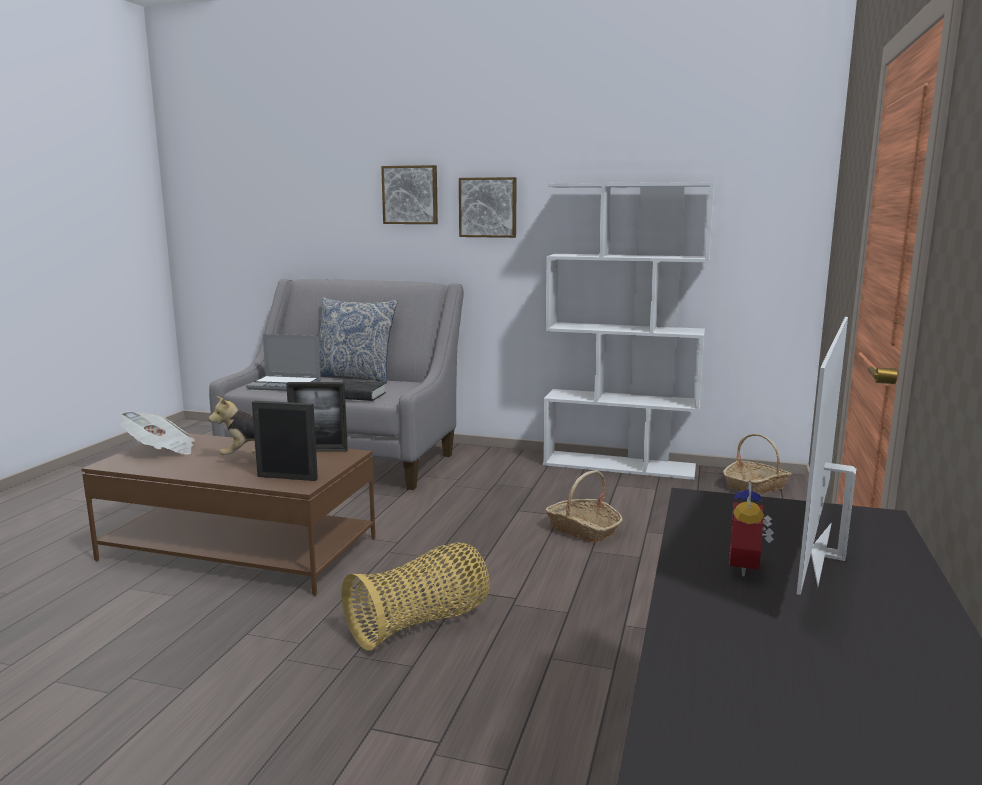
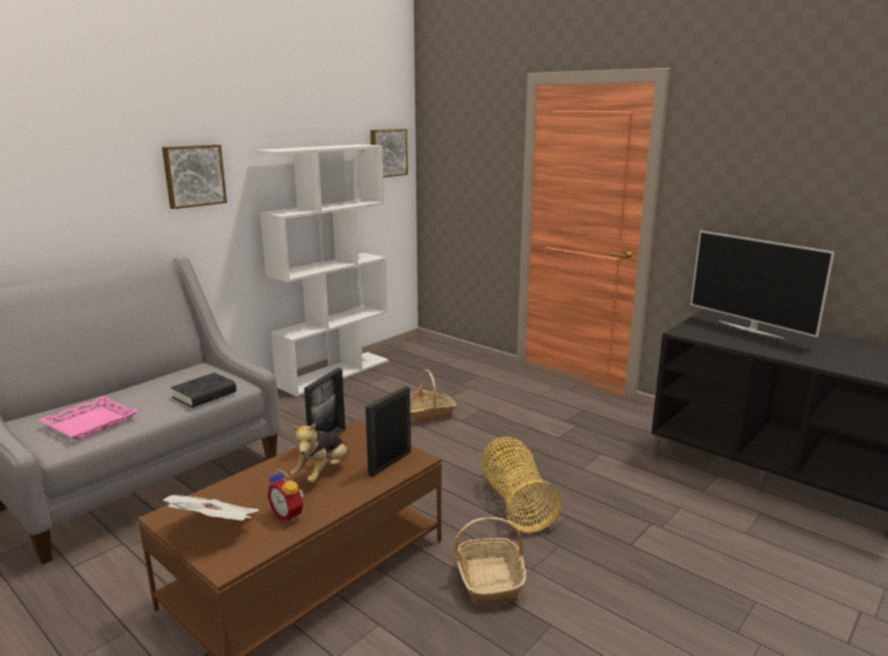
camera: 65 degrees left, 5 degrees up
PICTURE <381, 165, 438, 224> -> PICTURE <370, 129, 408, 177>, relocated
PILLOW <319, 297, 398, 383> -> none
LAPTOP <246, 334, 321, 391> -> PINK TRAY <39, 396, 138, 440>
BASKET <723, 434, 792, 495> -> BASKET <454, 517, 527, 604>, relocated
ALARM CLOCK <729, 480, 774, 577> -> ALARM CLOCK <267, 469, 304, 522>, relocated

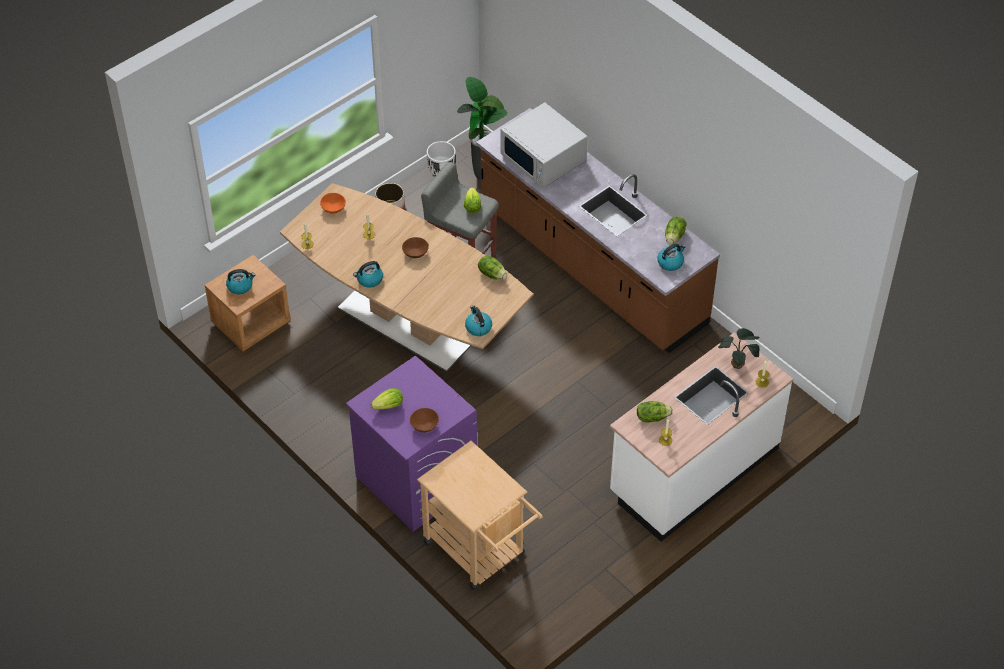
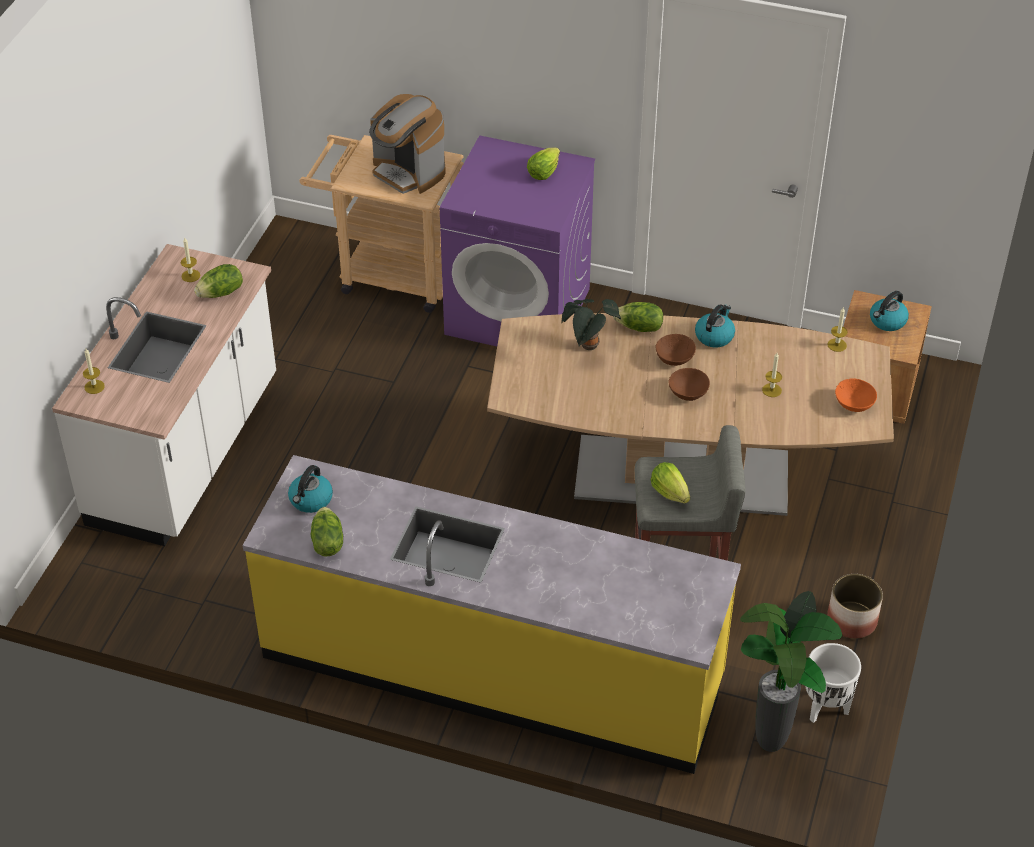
camera: 150 degrees right, 5 degrees down
WHITE MICROWAVE <501, 102, 588, 188> -> none
BROWN COUNTER <476, 108, 720, 353> -> YELLOW COUNTER <242, 455, 741, 774>
LETTUCE <478, 256, 507, 280> -> LETTUCE <613, 302, 663, 332>, relocated
KETTLE <465, 305, 492, 336> -> none
POTTED PLANT <718, 328, 759, 369> -> POTTED PLANT <561, 299, 621, 350>, relocated
BROWN BOWL <410, 408, 439, 433> -> BROWN BOWL <656, 334, 696, 366>, relocated
none -> COFFEE MACHINE <369, 94, 446, 194>

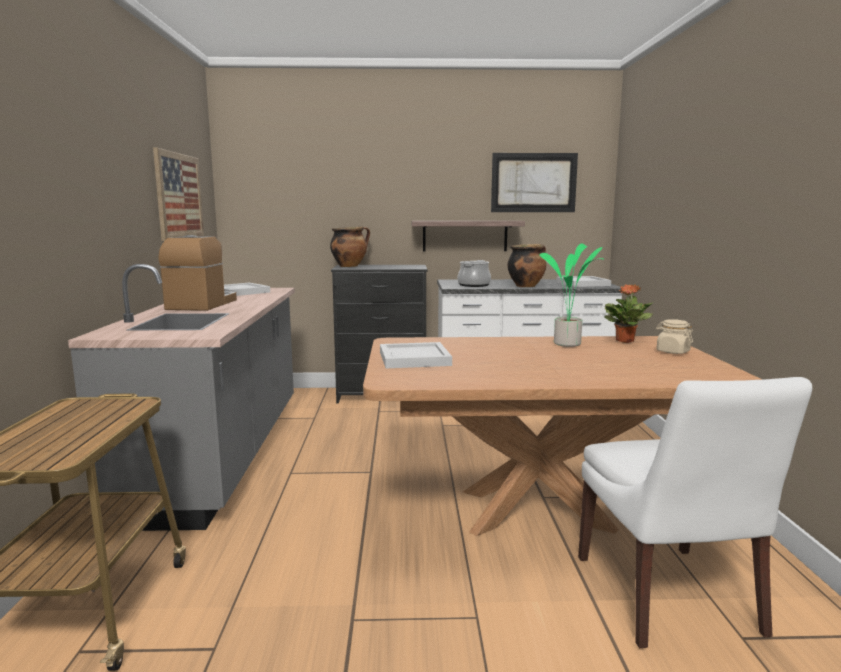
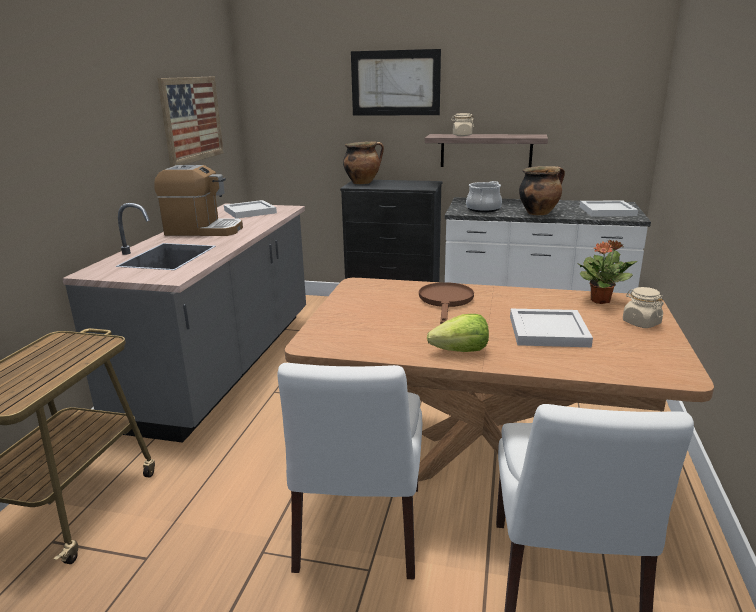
camera: 15 degrees right, 10 degrees up
PICTURE <491, 153, 578, 212> -> PICTURE <351, 49, 441, 116>, relocated
COFFEE MACHINE <159, 235, 237, 311> -> COFFEE MACHINE <154, 165, 243, 236>, 75 degrees clockwise
POTTED PLANT <539, 243, 604, 347> -> none
WHITE TRAY <380, 342, 452, 368> -> WHITE TRAY <510, 309, 593, 347>, relocated
none -> BEIGE JAR <451, 113, 474, 136>
none -> BROWN FRYING PAN <419, 282, 474, 324>
none -> LETTUCE <427, 314, 489, 352>
none -> WHITE CHAIR <278, 363, 422, 580>

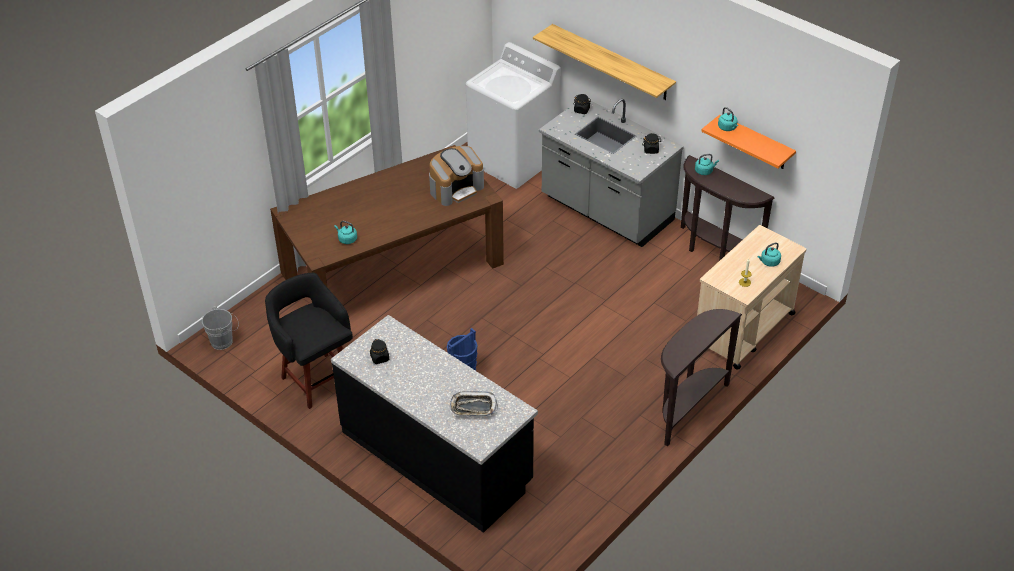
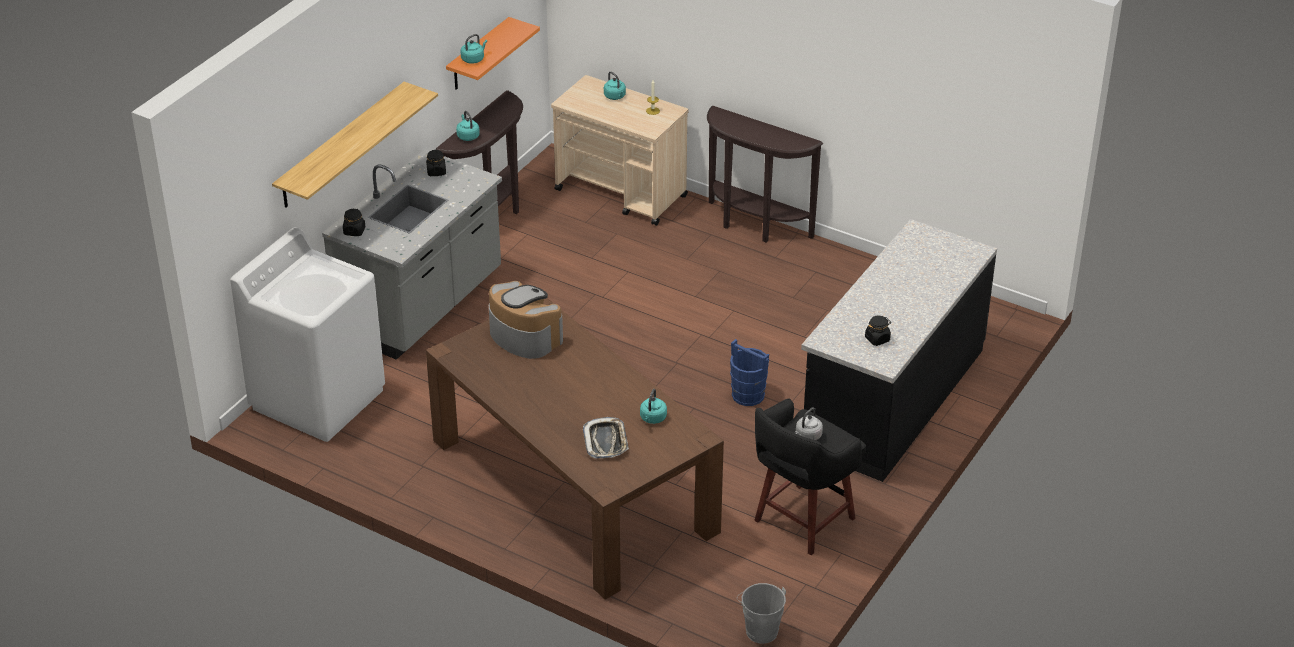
camera: 100 degrees left, 5 degrees down
TRAY <450, 391, 498, 416> -> TRAY <583, 417, 629, 458>, relocated
none -> GREY KETTLE <794, 407, 823, 441>

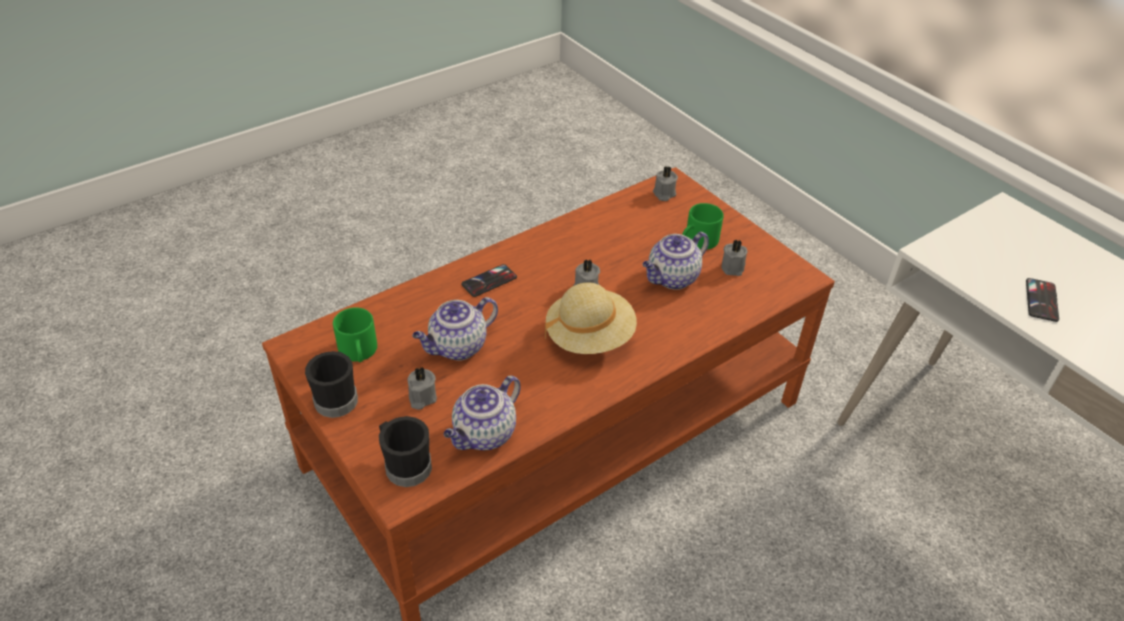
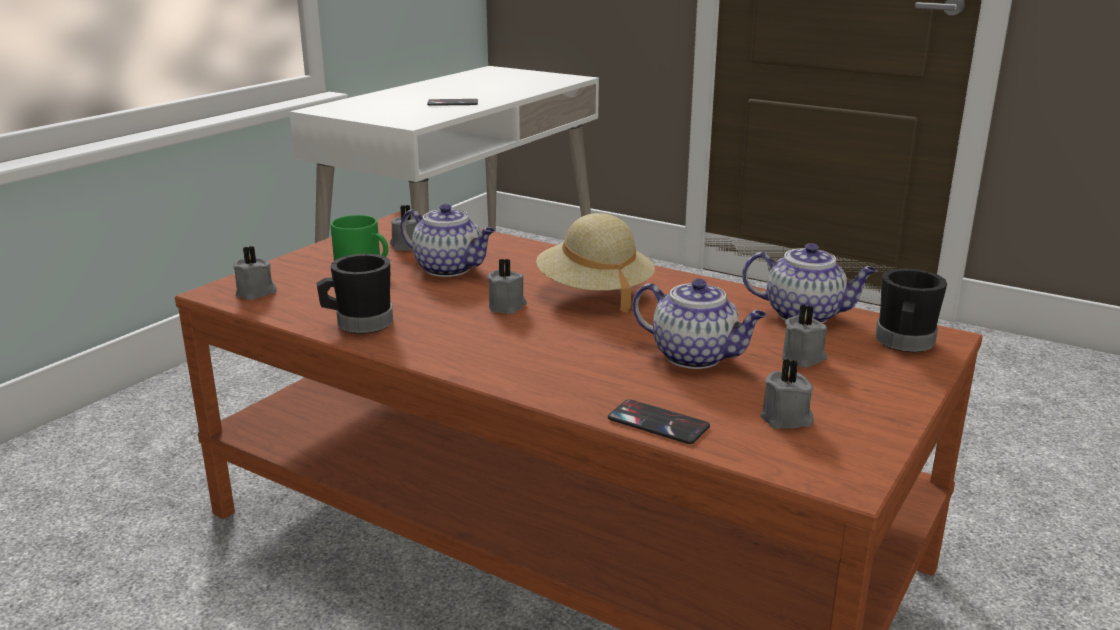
camera: 110 degrees left, 20 degrees down
PHONE <461, 264, 517, 297> -> PHONE <608, 399, 710, 444>, relocated
GREEN MUG <333, 307, 377, 362> -> GREY CANDLE <760, 359, 814, 429>
BLACK MUG <305, 351, 358, 418> -> BLACK MUG <316, 254, 393, 334>, relocated

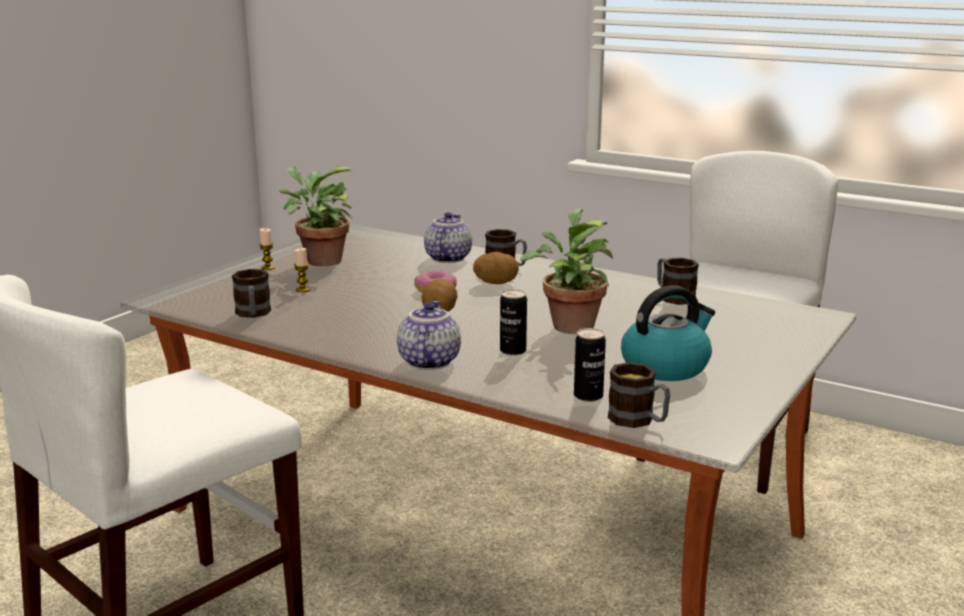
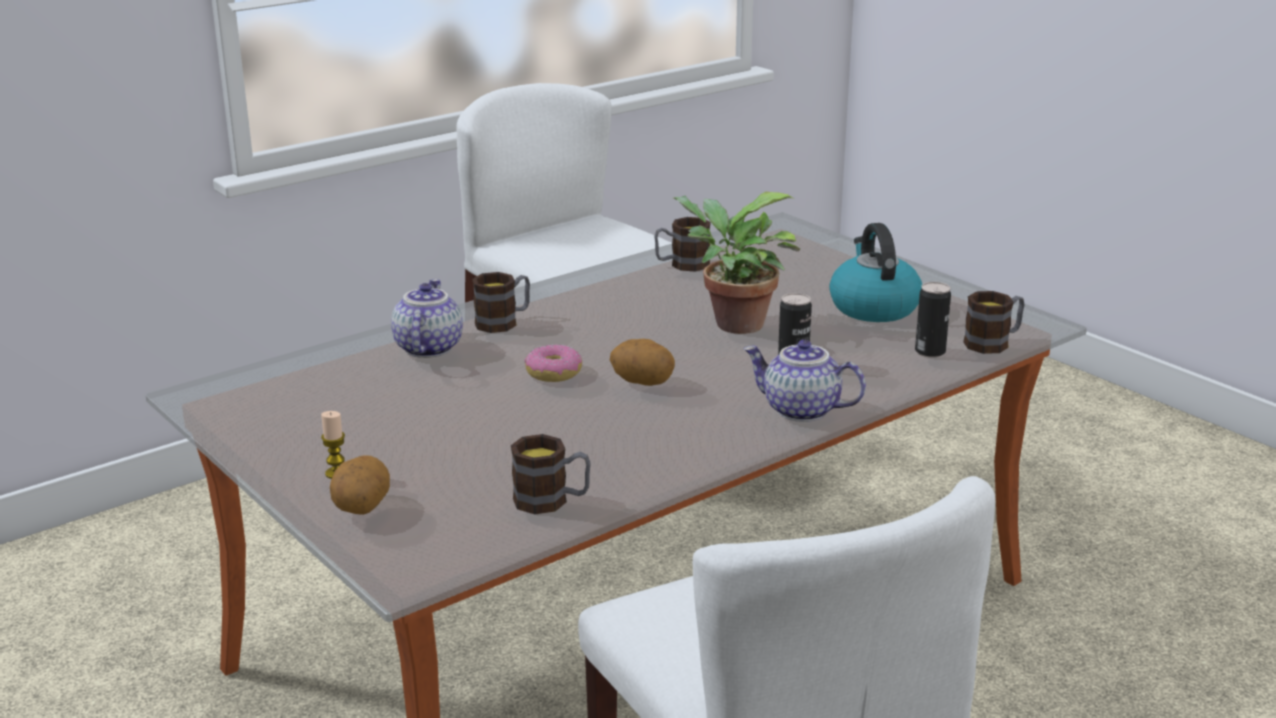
camera: 70 degrees left, 5 degrees up
POTTED PLANT <279, 166, 354, 266> -> none
TEAPOT <424, 212, 472, 263> -> TEAPOT <391, 279, 463, 358>, 60 degrees clockwise
CANDLE <294, 248, 310, 292> -> none
POTATO <473, 252, 519, 284> -> POTATO <330, 455, 390, 515>, relocated

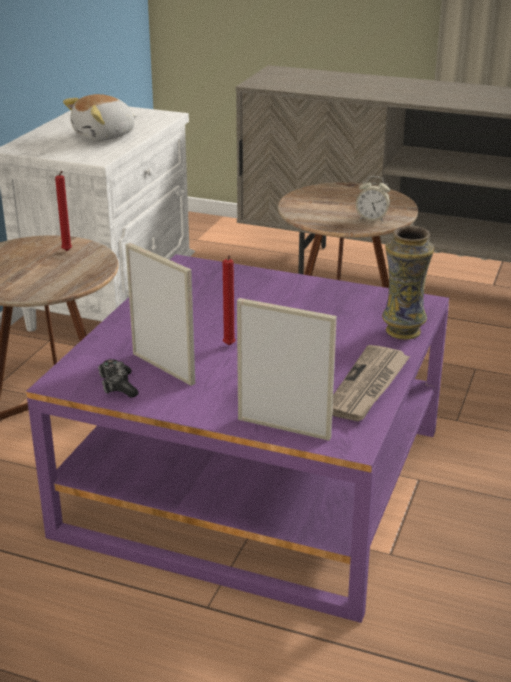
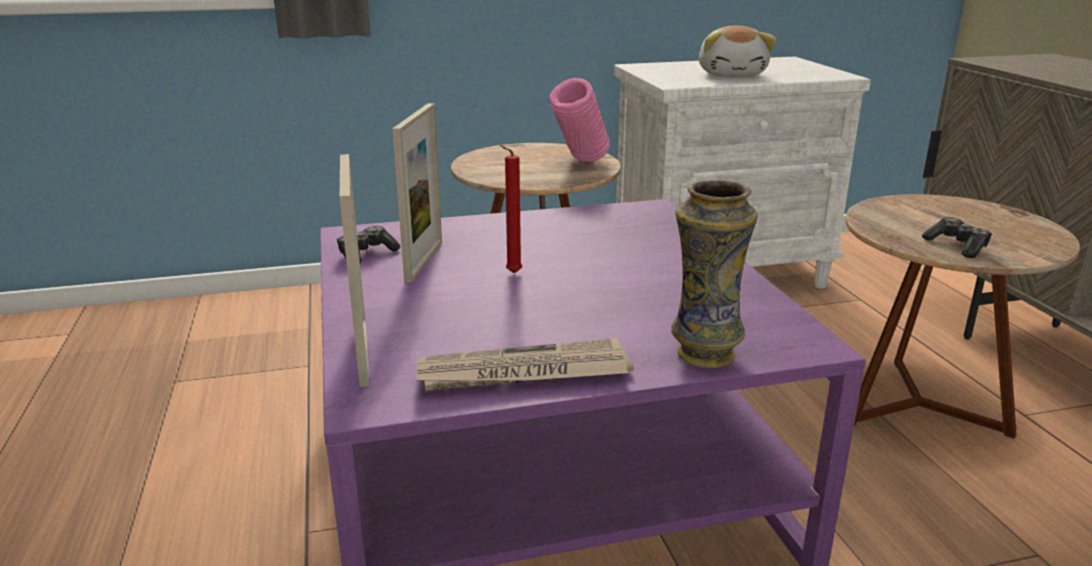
camera: 55 degrees right, 5 degrees down
PLUSH TOY <63, 94, 136, 141> -> PLUSH TOY <699, 26, 776, 77>, 105 degrees counterclockwise
RED CANDLE <55, 171, 72, 251> -> PINK VASE <549, 78, 610, 162>
ALARM CLOCK <356, 176, 390, 222> -> GAME CONTROLLER <922, 217, 992, 258>

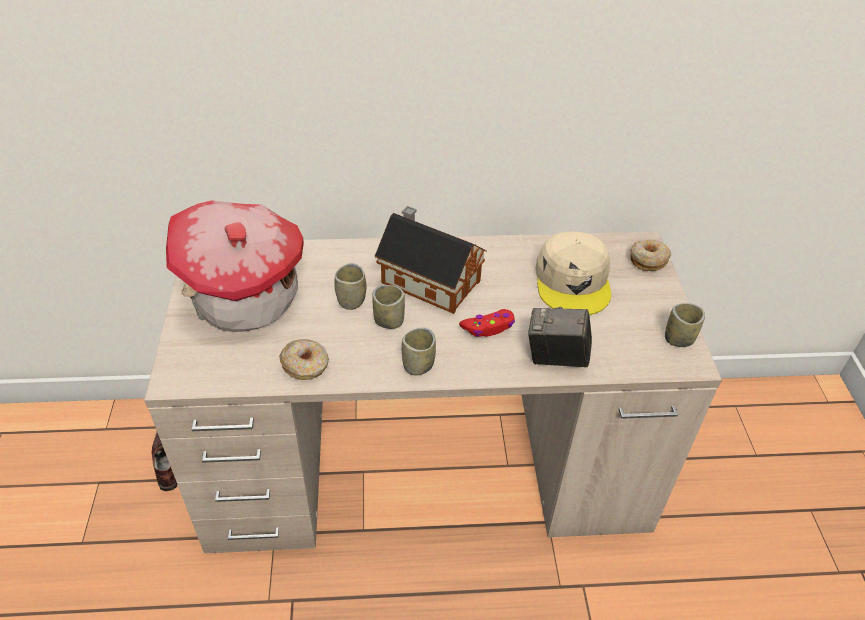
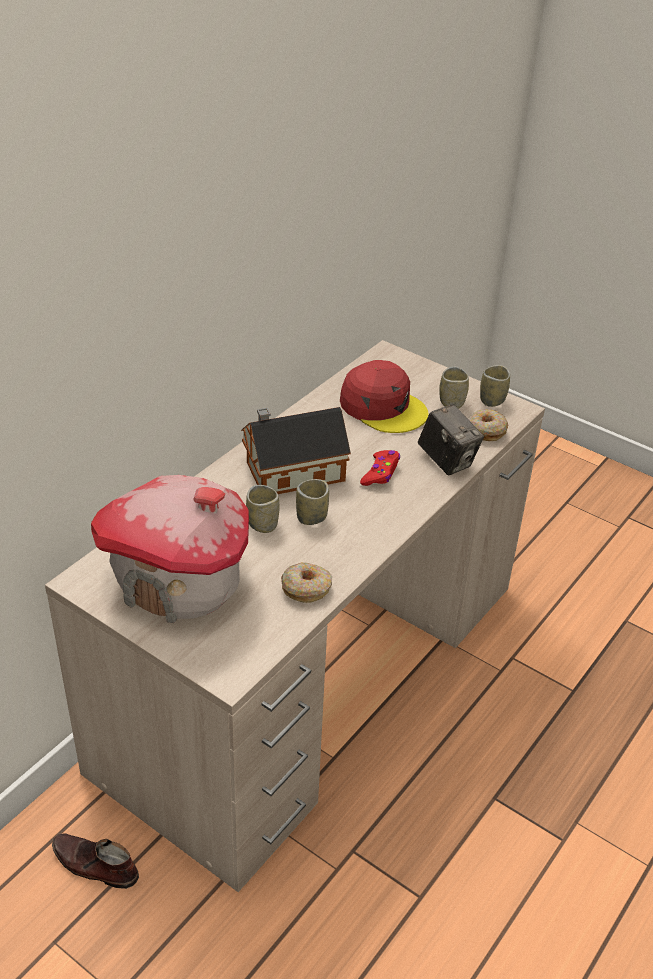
camera: 50 degrees left, 5 degrees down
BEIGE CAP <536, 231, 611, 315> -> RED CAP <340, 360, 429, 433>
DONUT <630, 240, 672, 271> -> DONUT <468, 409, 508, 441>, relocated
PHOTO CAMERA <528, 306, 592, 368> -> PHOTO CAMERA <418, 404, 484, 475>, 90 degrees counterclockwise
CUP <402, 328, 436, 375> -> CUP <439, 367, 469, 409>, relocated

